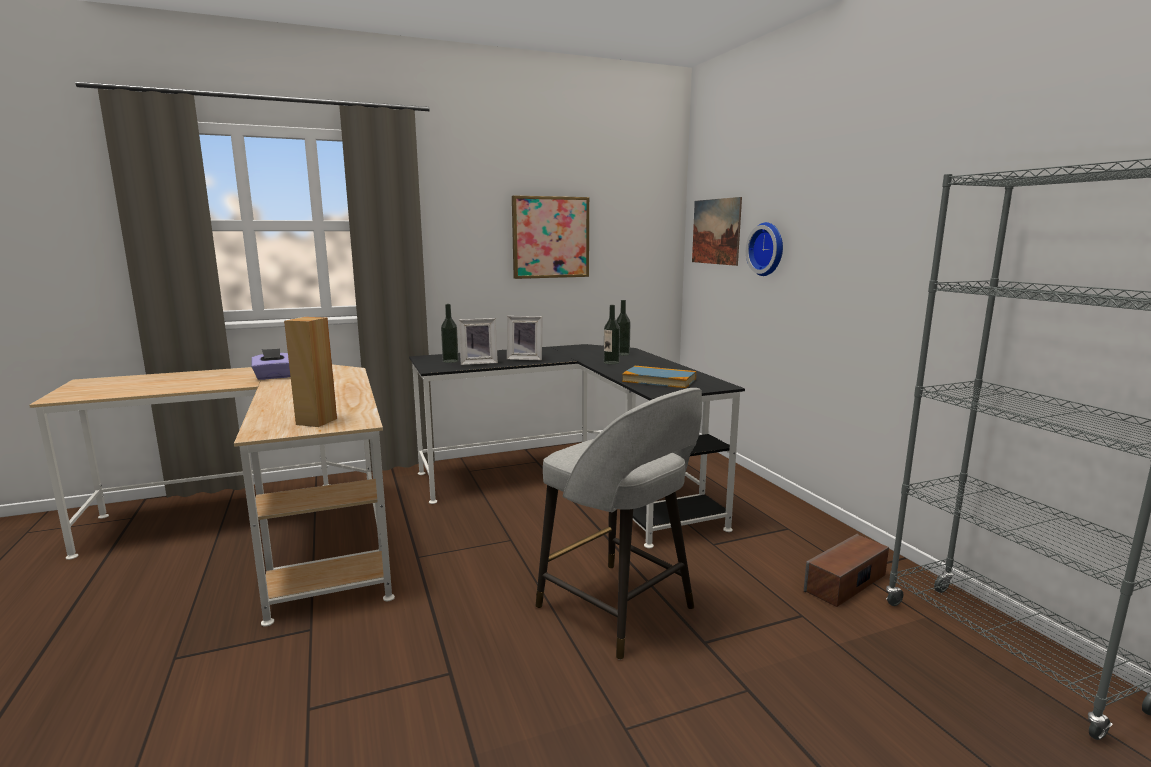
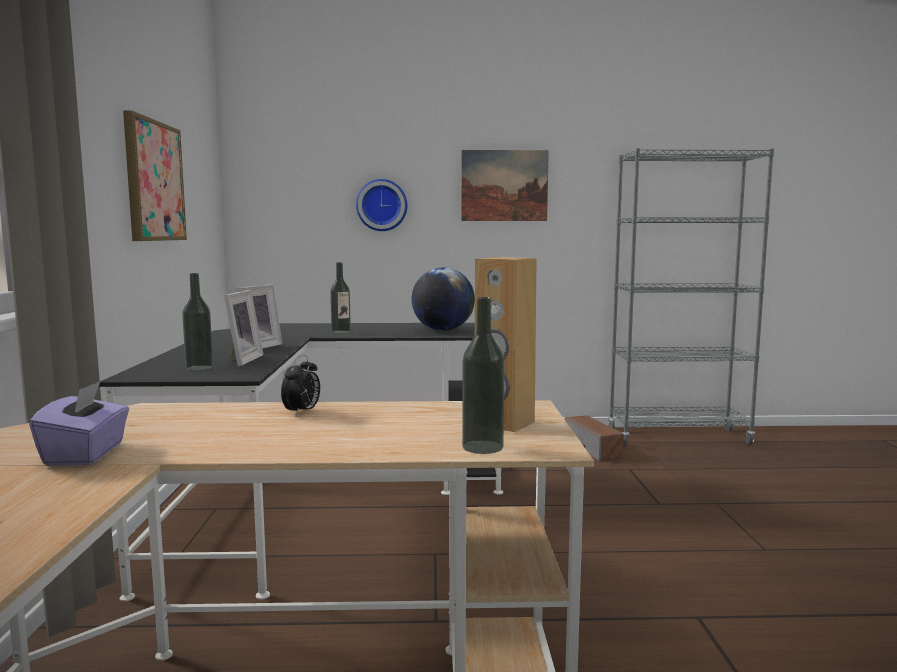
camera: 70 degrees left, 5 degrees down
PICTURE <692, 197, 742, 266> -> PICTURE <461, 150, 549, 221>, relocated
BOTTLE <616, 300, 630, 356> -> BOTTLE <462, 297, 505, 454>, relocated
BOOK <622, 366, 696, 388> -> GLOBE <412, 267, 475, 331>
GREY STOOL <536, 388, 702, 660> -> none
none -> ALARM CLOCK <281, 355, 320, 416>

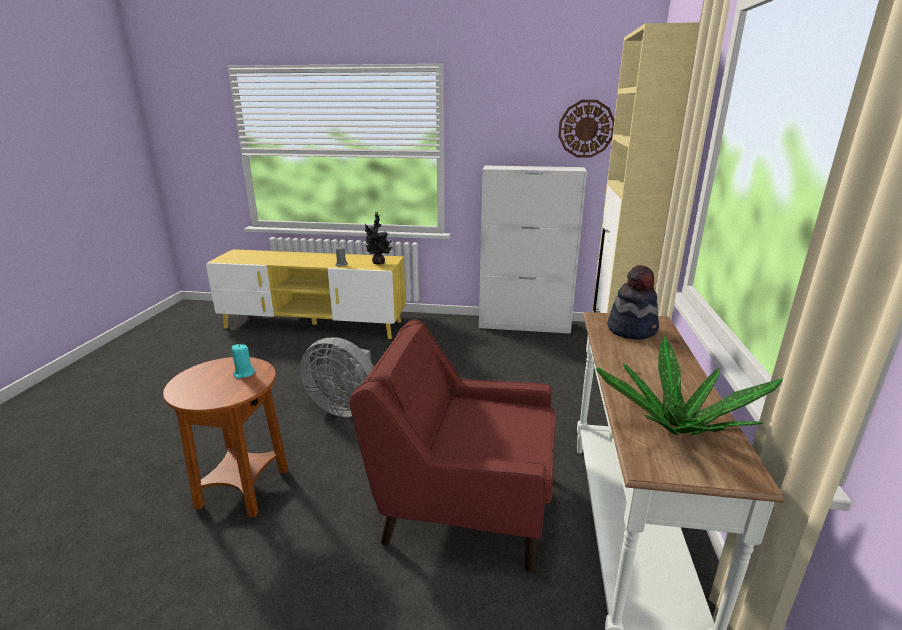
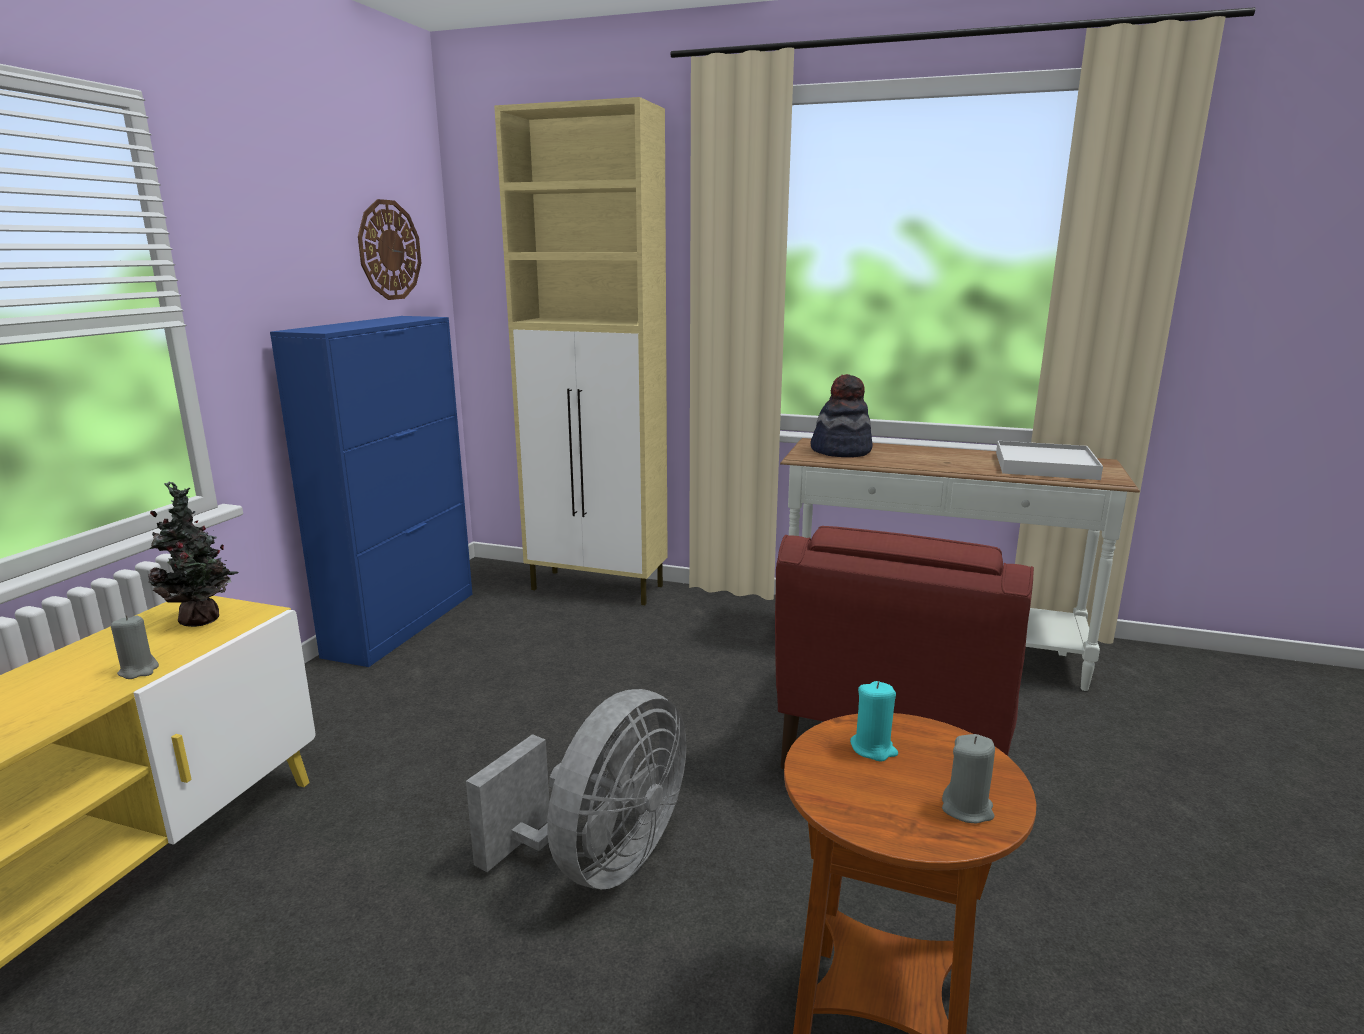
camera: 80 degrees left, 5 degrees down
WHITE CABINET <479, 166, 587, 334> -> BLUE CABINET <270, 316, 472, 667>
POTTED PLANT <596, 336, 783, 436> -> WHITE TRAY <996, 441, 1103, 480>
none -> GREY CANDLE <942, 734, 995, 823>

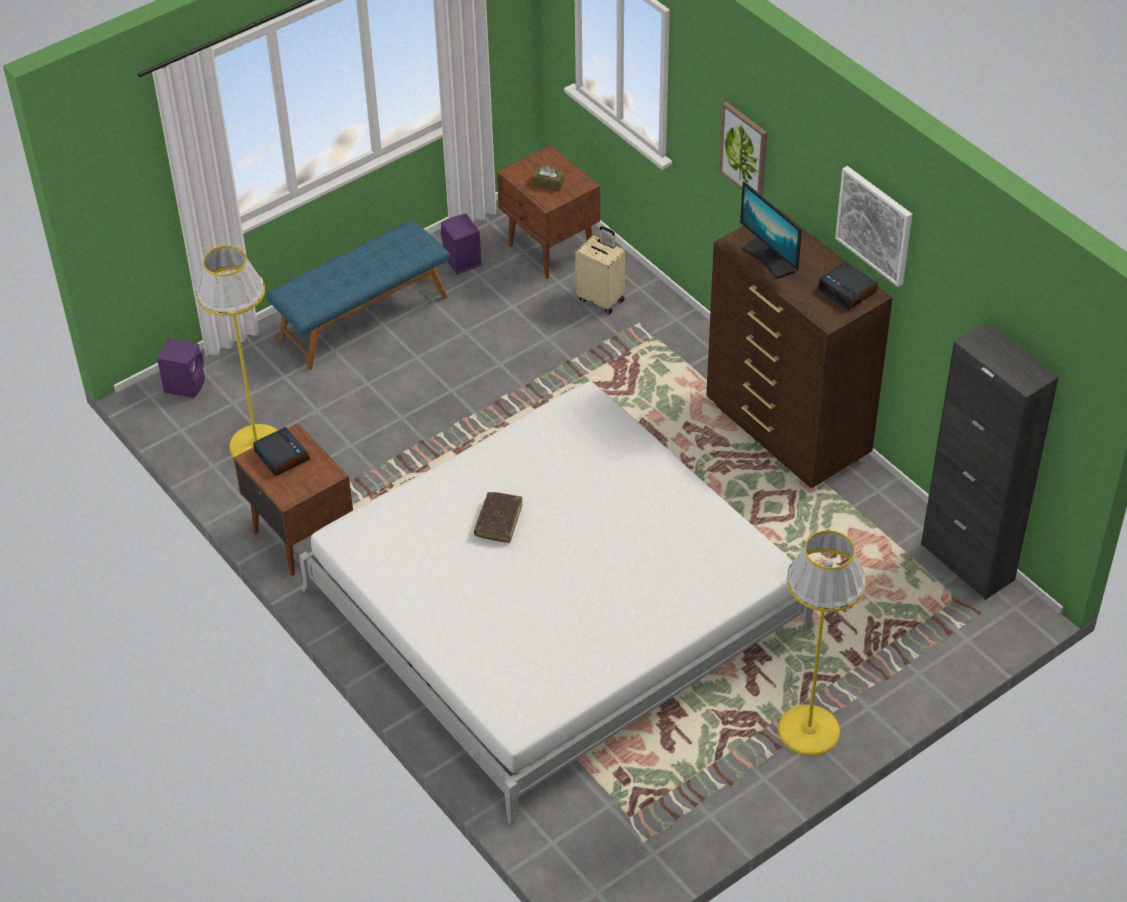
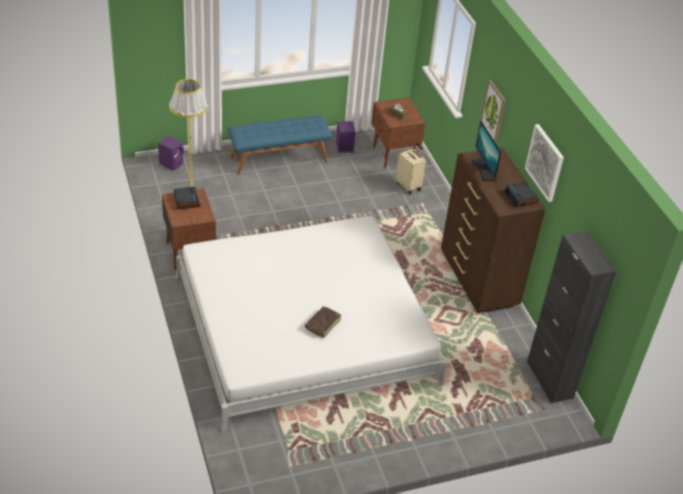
camera: 15 degrees right, 5 degrees down
BROWN BOOK <474, 492, 523, 543> -> BROWN BOOK <305, 306, 341, 338>, relocated
YELLOW FLOOR LAMP <778, 530, 866, 756> -> none

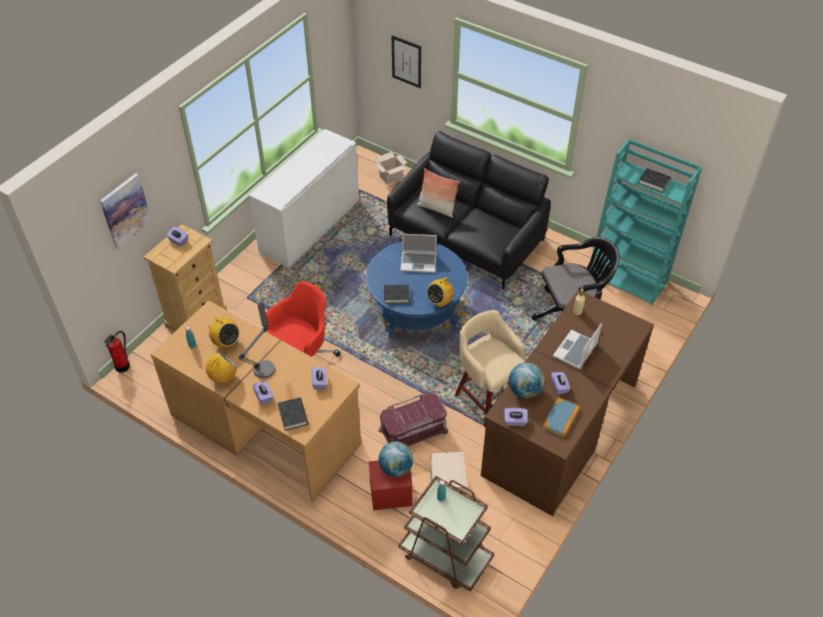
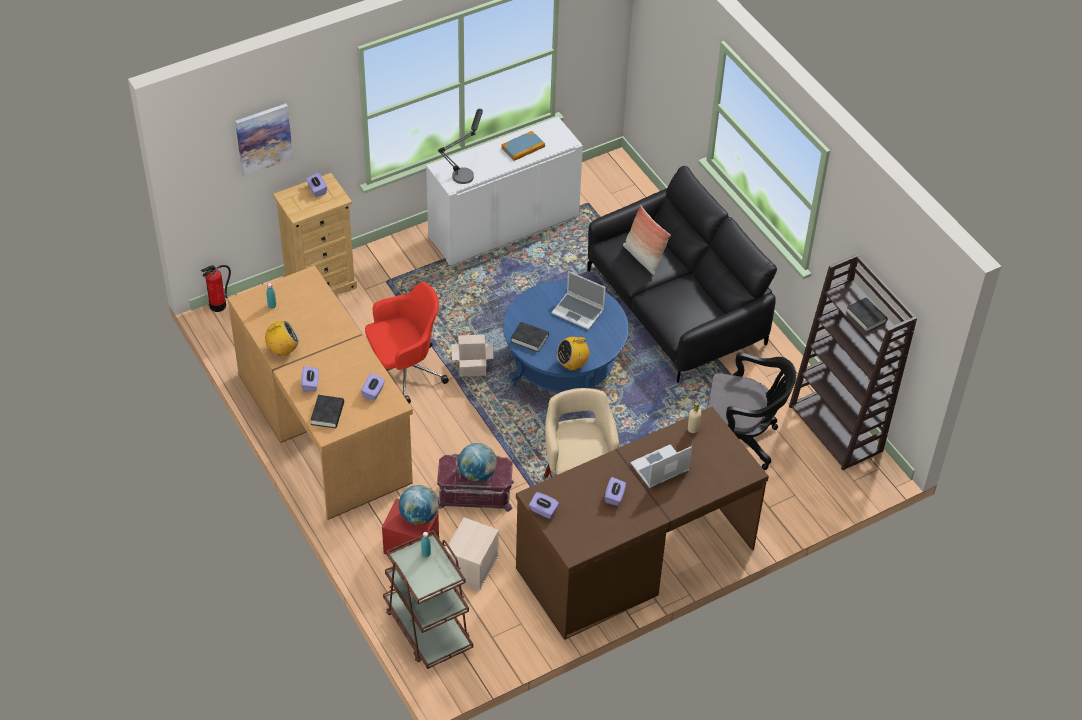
camera: 25 degrees right, 0 degrees up
PICTURE <392, 35, 421, 88> -> none
TURQUOISE BOOKCASE <590, 138, 702, 305> -> BROWN BOOKCASE <789, 254, 917, 470>
CARDBOARD BOX <375, 152, 407, 185> -> CARDBOARD BOX <451, 335, 494, 377>, relocated
TABLE LAMP <238, 303, 275, 379> -> TABLE LAMP <438, 109, 483, 184>, relocated
RADIO <208, 316, 239, 348> -> none
GLOBE <509, 362, 545, 398> -> GLOBE <458, 443, 497, 482>, relocated
BOOK <542, 398, 580, 437> -> BOOK <501, 131, 545, 161>, relocated

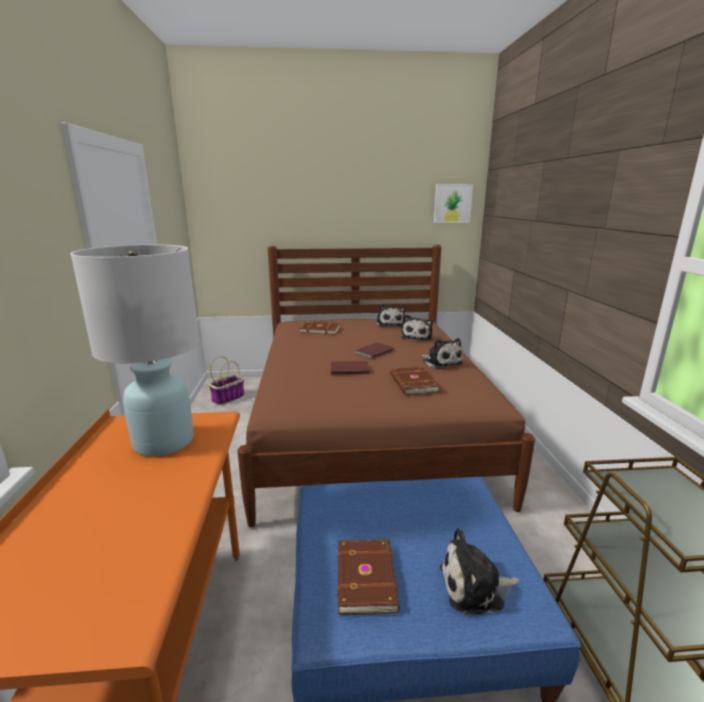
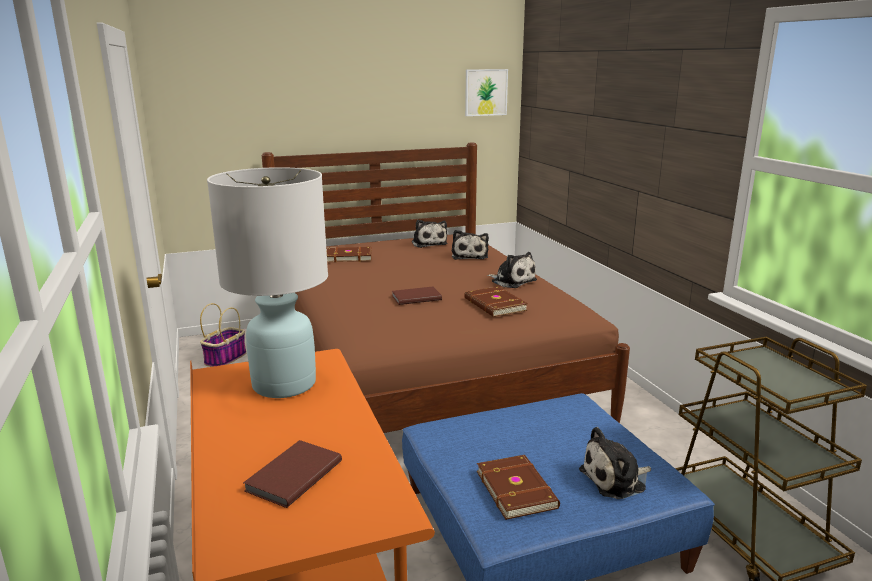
camera: 15 degrees left, 0 degrees up
BROWN BOOK <355, 342, 394, 359> -> BROWN BOOK <243, 440, 342, 508>, relocated

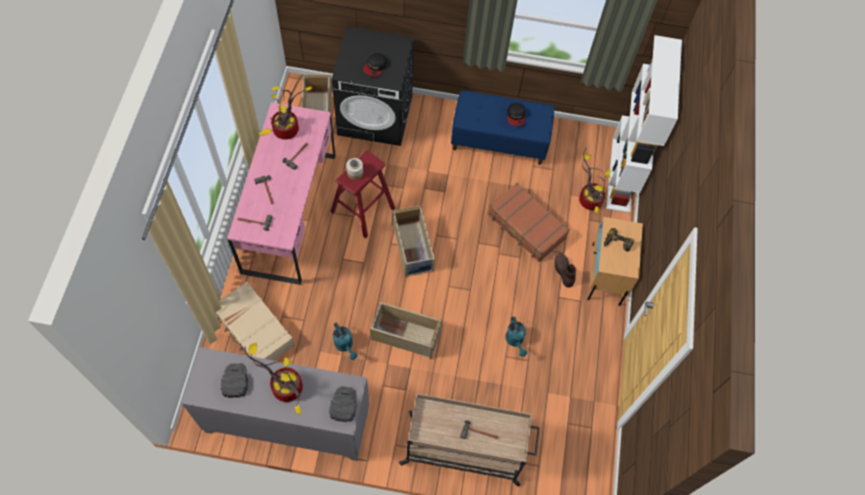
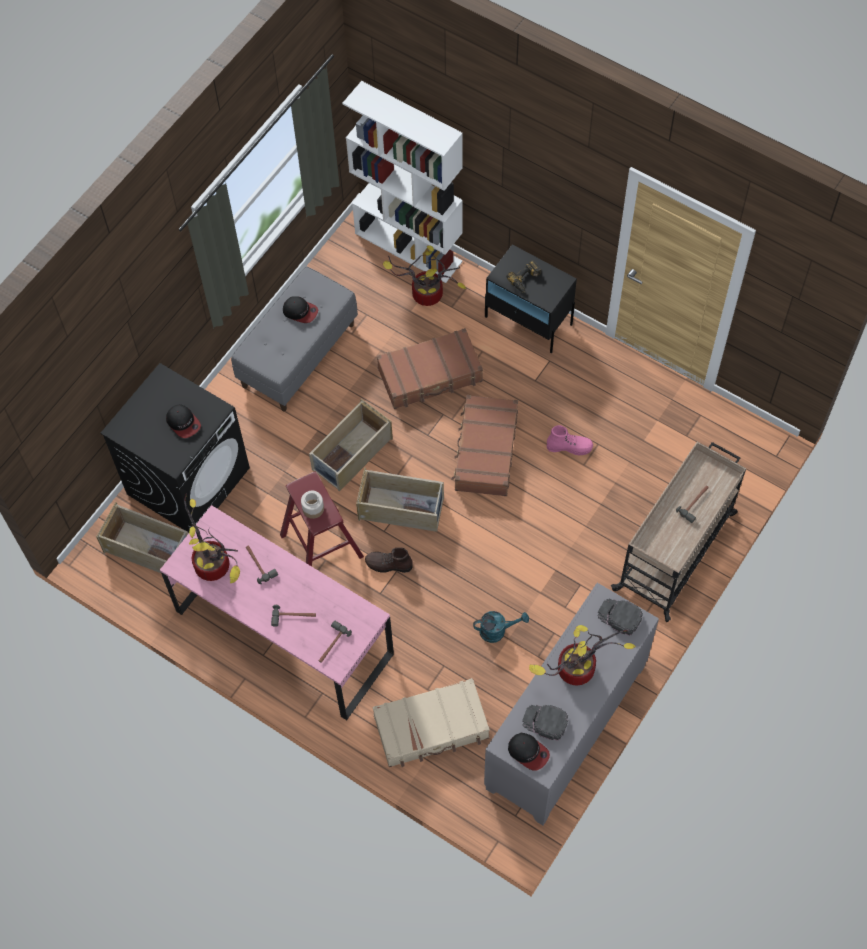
camera: 60 degrees left, 0 degrees up
BLUE BENCH <451, 90, 554, 165> -> GREY BENCH <231, 266, 358, 411>
BEIGE NIGHTSTAND <587, 217, 643, 306> -> BLACK NIGHTSTAND <485, 244, 577, 353>
BROWN BOOT <555, 253, 576, 288> -> BROWN BOOT <365, 547, 413, 573>, relocated
BEIGE STORAGE BOX <370, 302, 442, 359> -> BEIGE STORAGE BOX <309, 399, 393, 492>, relocated
TURQUOISE WATERING CAN <505, 316, 527, 357> -> PINK BOOT <547, 425, 593, 455>
none -> BROWN SUITCASE <451, 395, 518, 496>
none -> CAP <508, 733, 550, 771>

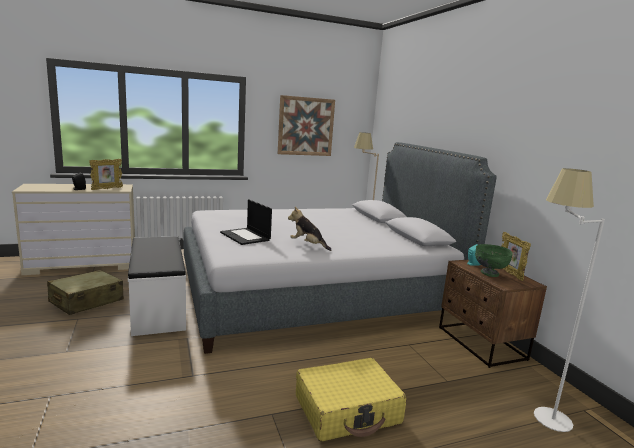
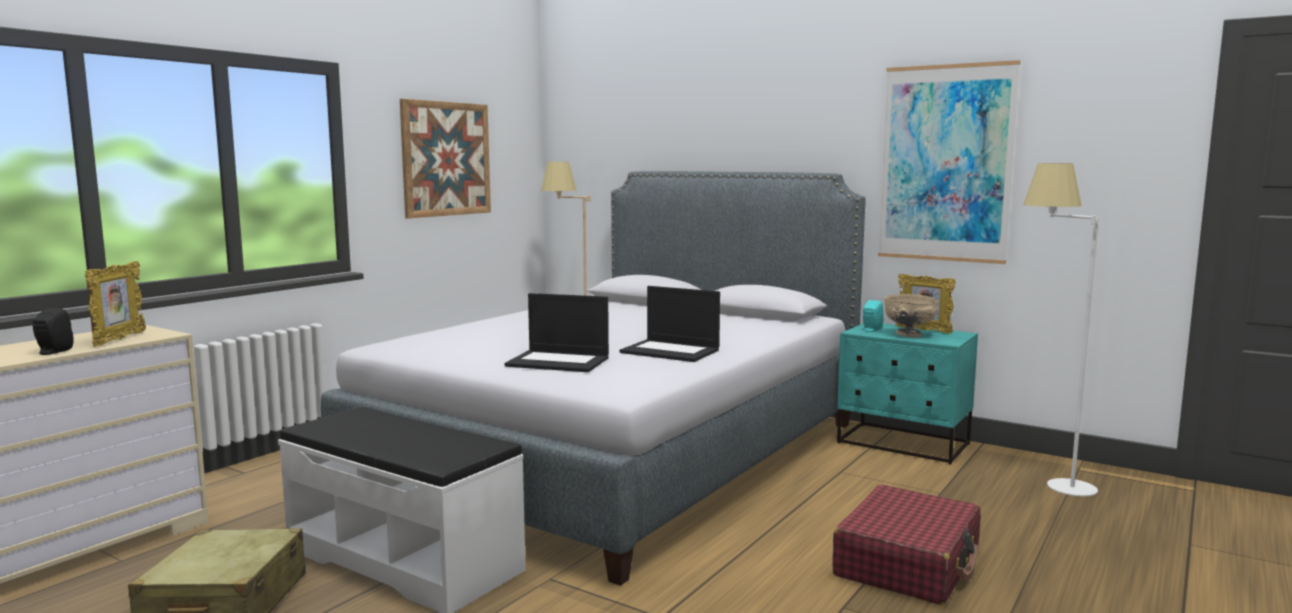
camera: 35 degrees left, 5 degrees down
PLUSH TOY <288, 207, 332, 251> -> LAPTOP <620, 286, 720, 362>
GREEN BOWL <475, 244, 512, 277> -> BEIGE BOWL <884, 294, 939, 338>
BROWN NIGHTSTAND <439, 260, 547, 368> -> TURQUOISE NIGHTSTAND <837, 323, 978, 464>
YELLOW SUITCASE <296, 358, 406, 441> -> RED SUITCASE <832, 484, 981, 605>
none -> PICTURE <878, 60, 1020, 264>

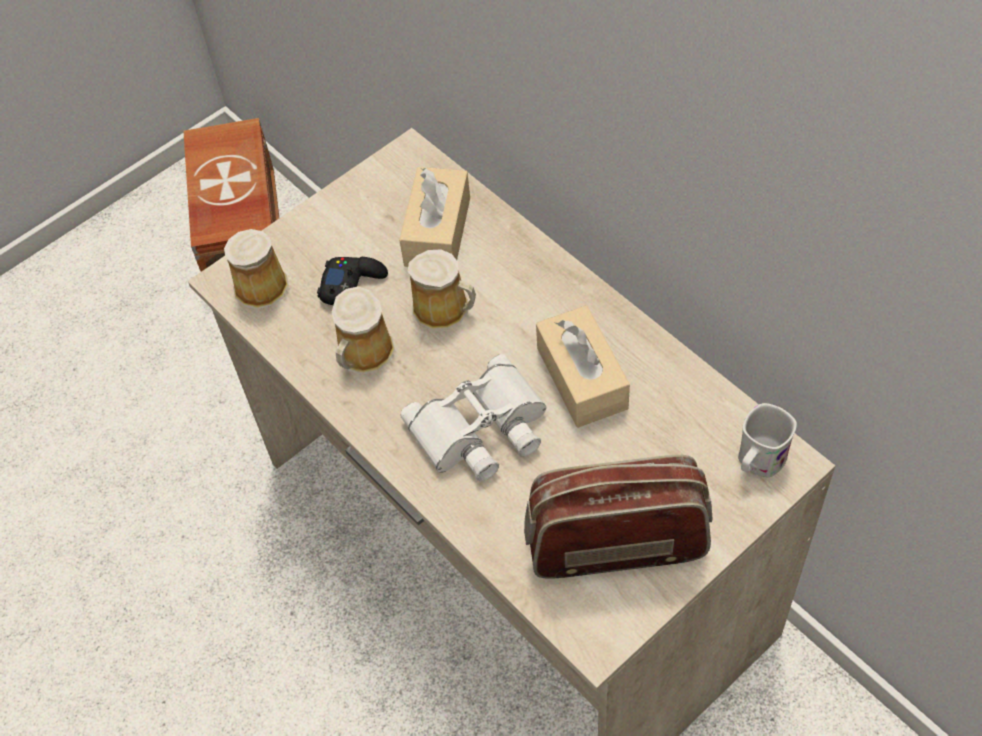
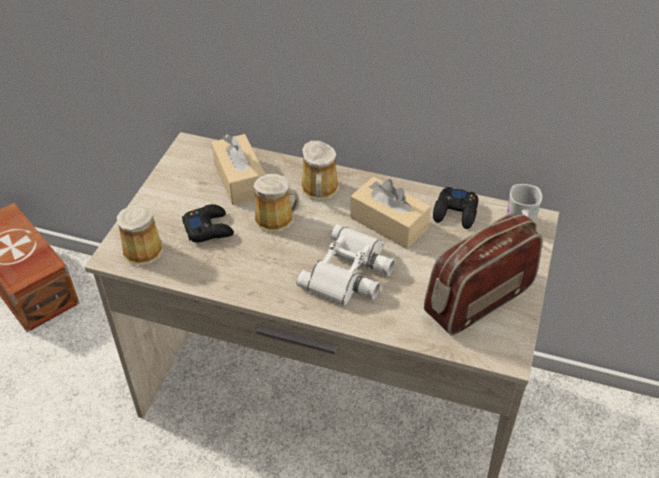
camera: 35 degrees left, 10 degrees down
MUG <332, 286, 395, 374> -> MUG <300, 141, 339, 201>, relocated
none -> BLACK GAME CONTROLLER <433, 187, 478, 229>

